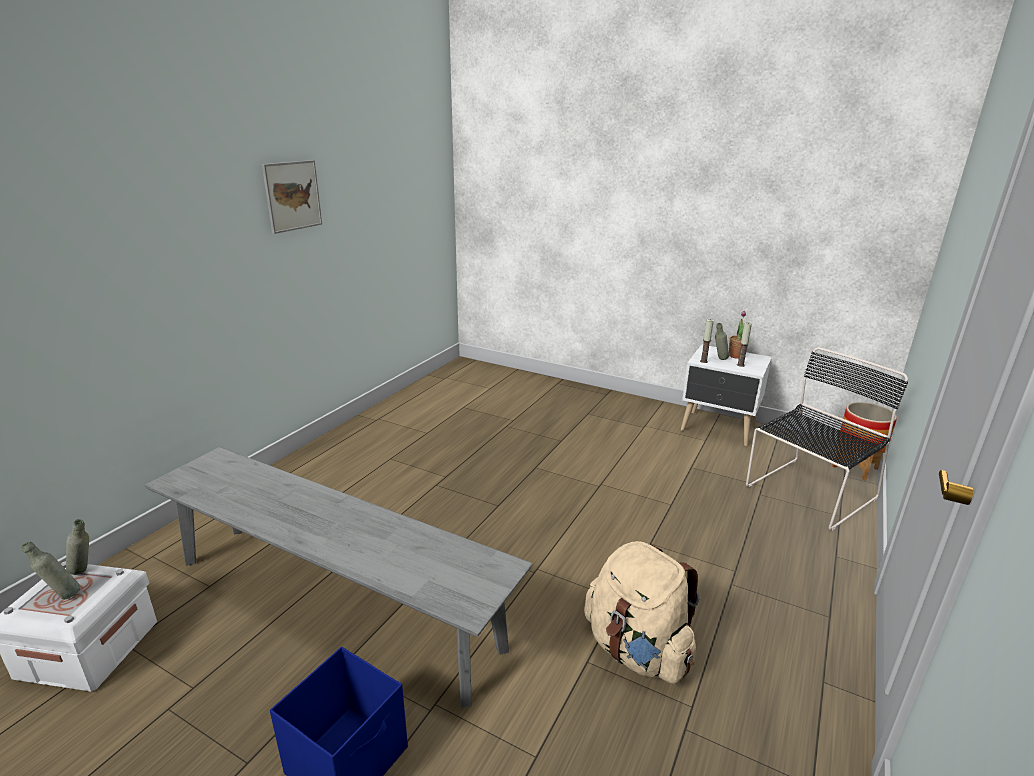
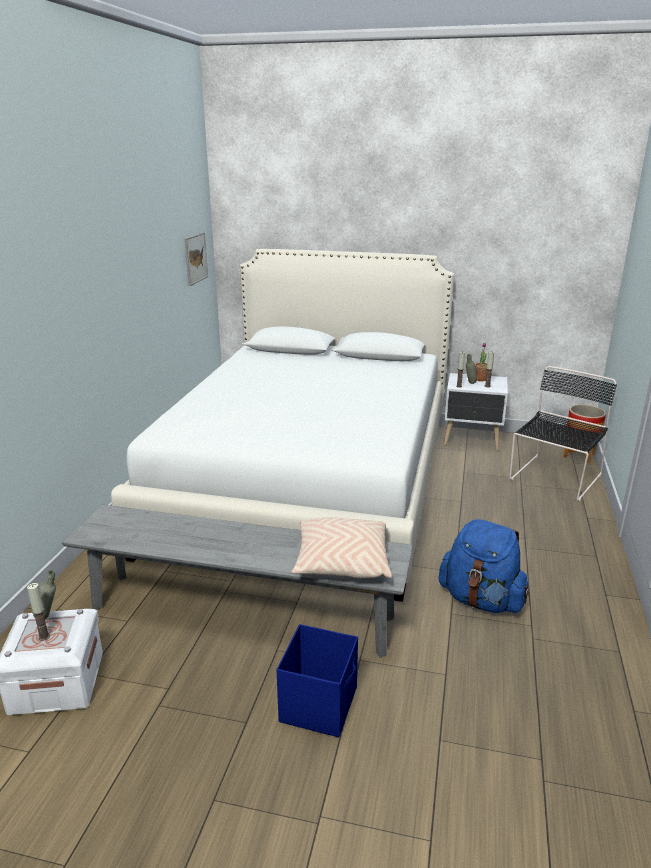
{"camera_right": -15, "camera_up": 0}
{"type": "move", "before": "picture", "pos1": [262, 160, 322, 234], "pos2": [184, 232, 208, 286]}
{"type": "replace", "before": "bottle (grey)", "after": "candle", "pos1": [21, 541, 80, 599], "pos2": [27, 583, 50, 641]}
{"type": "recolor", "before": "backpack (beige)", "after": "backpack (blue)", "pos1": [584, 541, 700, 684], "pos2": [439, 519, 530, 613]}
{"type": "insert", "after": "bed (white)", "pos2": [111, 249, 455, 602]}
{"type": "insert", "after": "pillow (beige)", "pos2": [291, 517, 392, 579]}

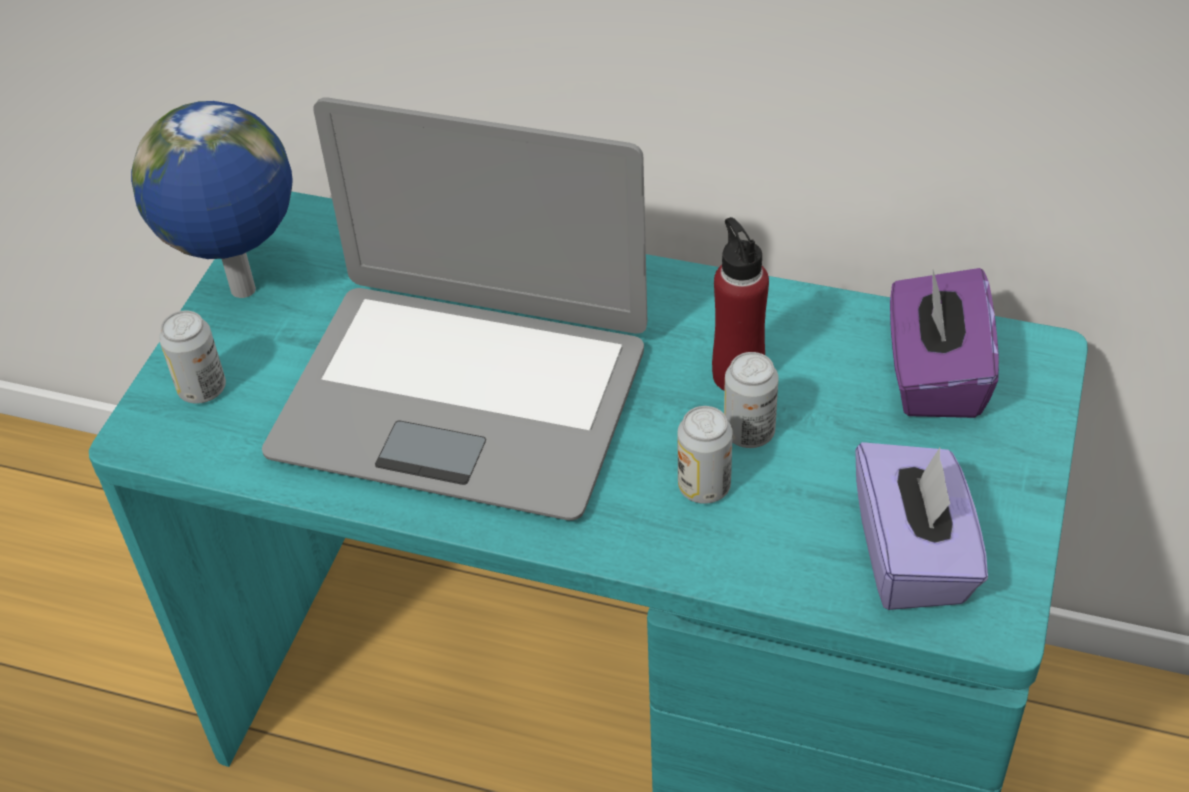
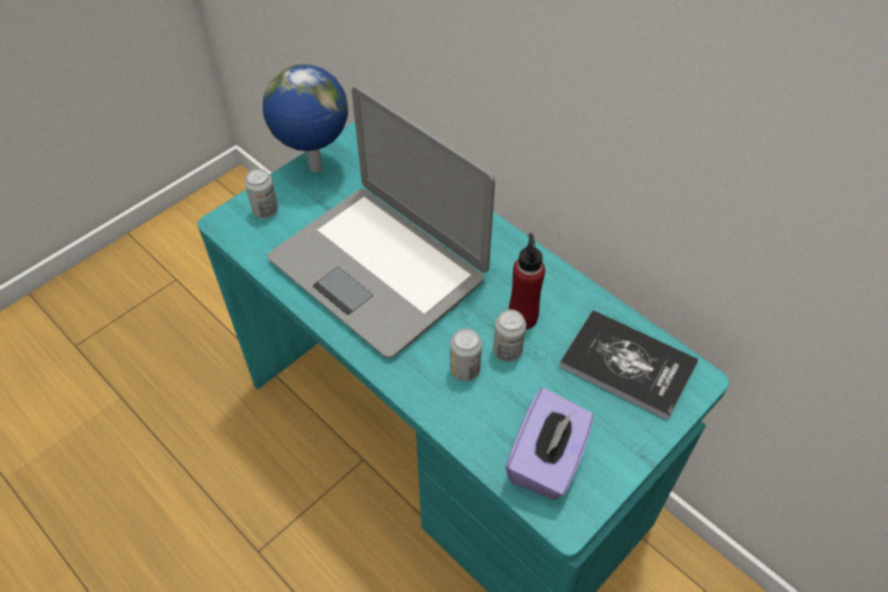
{"camera_right": 25, "camera_up": 5}
{"type": "replace", "before": "tissue box (purple)", "after": "book", "pos1": [890, 268, 999, 418], "pos2": [559, 310, 699, 420]}

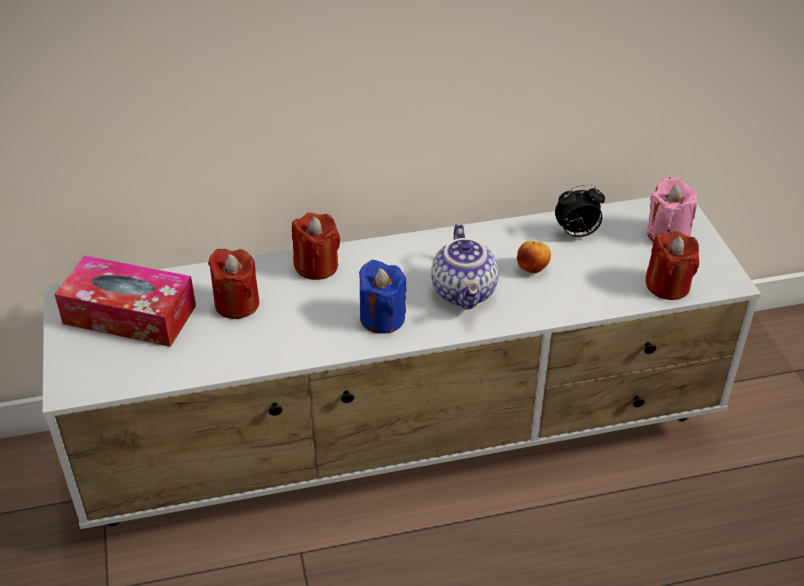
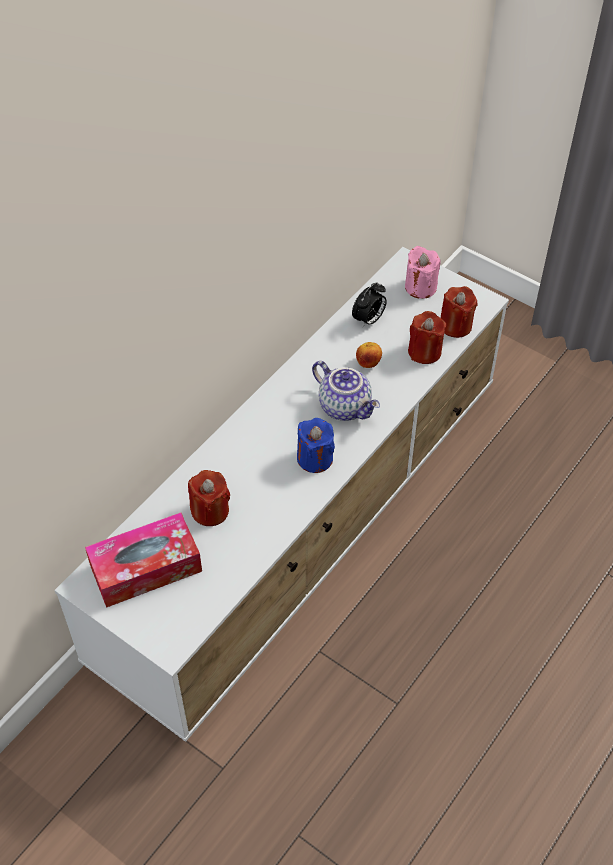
{"camera_right": -40, "camera_up": 10}
{"type": "move", "before": "candle (red)", "pos1": [292, 212, 340, 280], "pos2": [408, 311, 446, 364]}

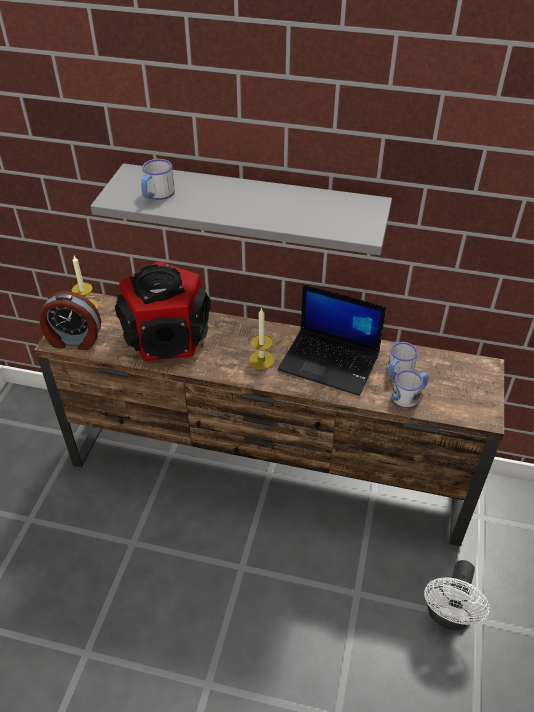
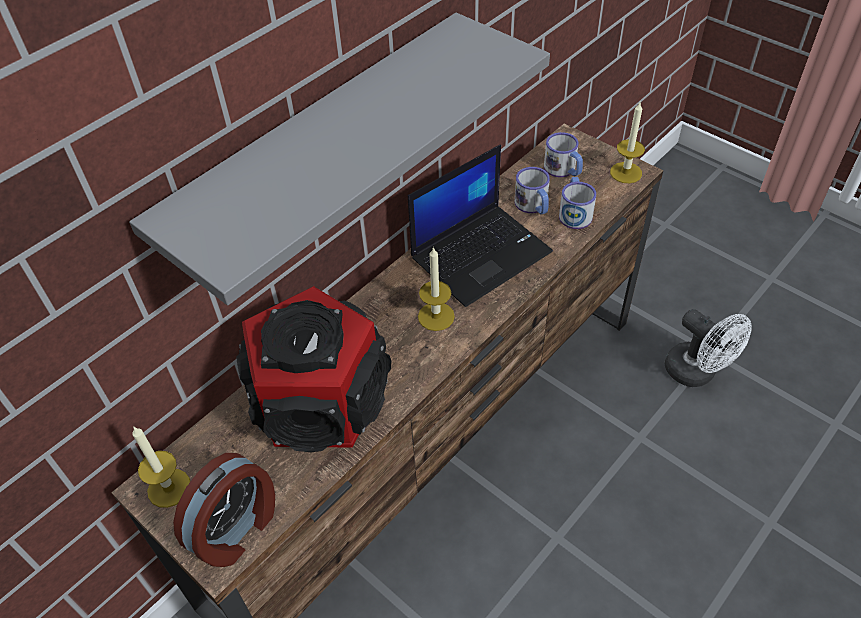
{"camera_right": -60, "camera_up": 5}
{"type": "move", "before": "mug", "pos1": [141, 159, 175, 200], "pos2": [544, 132, 583, 177]}
{"type": "insert", "after": "candle", "pos2": [610, 102, 645, 183]}

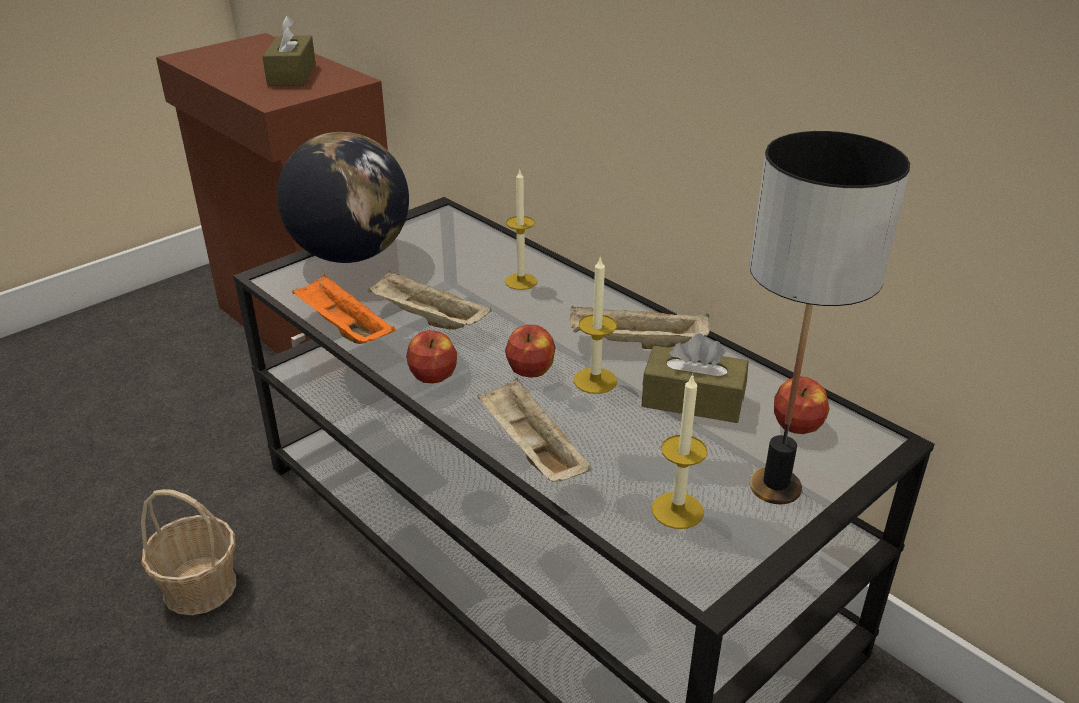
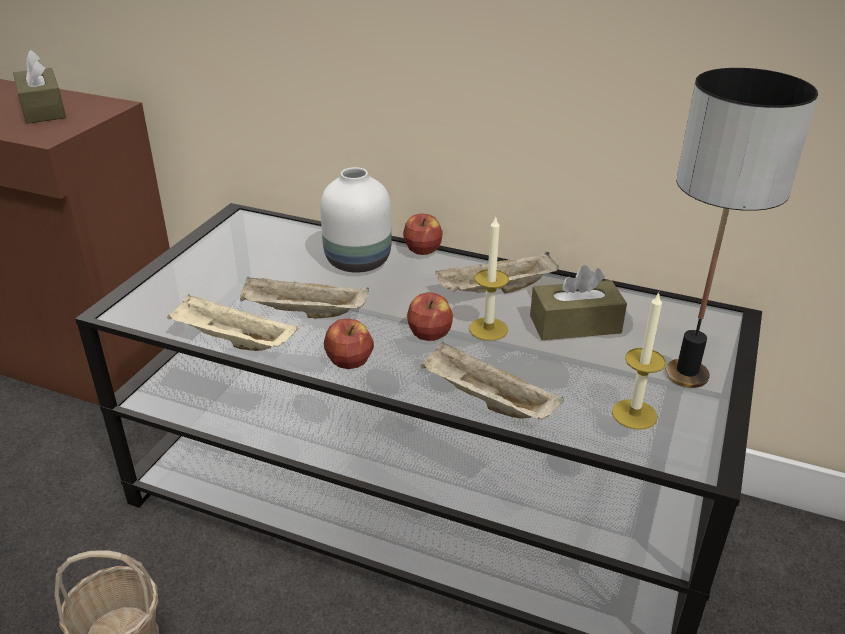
{"camera_right": -25, "camera_up": 0}
{"type": "delete", "before": "globe", "pos1": [277, 132, 409, 263]}
{"type": "replace", "before": "candle", "after": "vase (white)", "pos1": [505, 170, 537, 290], "pos2": [320, 167, 392, 273]}
{"type": "recolor", "before": "tray (orange)", "after": "tray (beige)", "pos1": [292, 274, 396, 344], "pos2": [167, 294, 298, 351]}
{"type": "move", "before": "apple", "pos1": [774, 377, 830, 434], "pos2": [403, 213, 443, 255]}

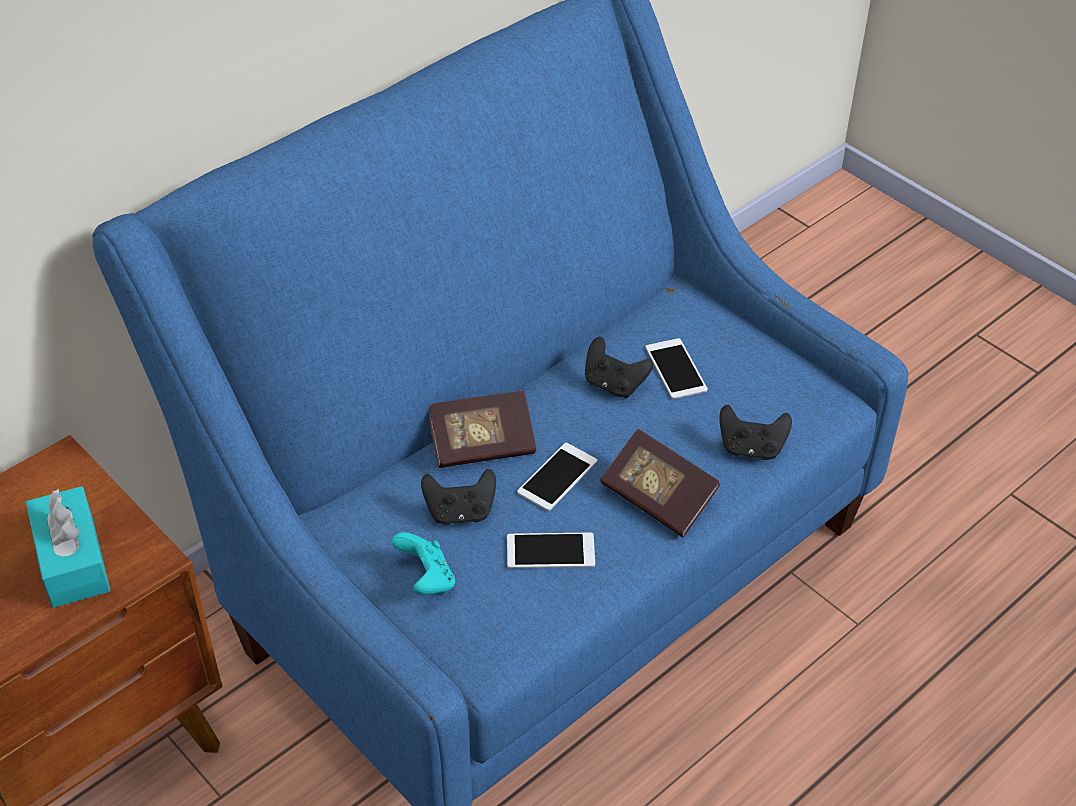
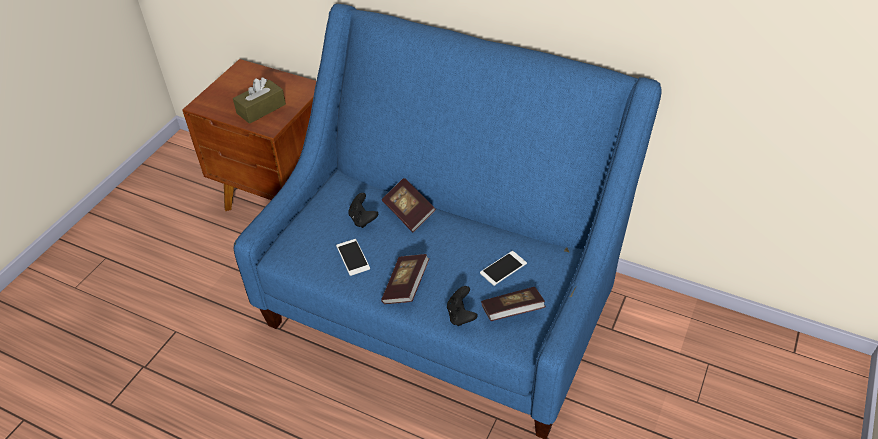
{"camera_right": 70, "camera_up": 0}
{"type": "delete", "before": "game controller (black)", "pos1": [585, 337, 653, 398]}
{"type": "delete", "before": "phone", "pos1": [517, 443, 597, 511]}
{"type": "recolor", "before": "tissue box (turquoise)", "after": "tissue box (brown)", "pos1": [26, 486, 111, 608], "pos2": [233, 77, 286, 124]}
{"type": "delete", "before": "game controller (turquoise)", "pos1": [391, 532, 455, 595]}
{"type": "insert", "after": "book", "pos2": [481, 287, 546, 321]}

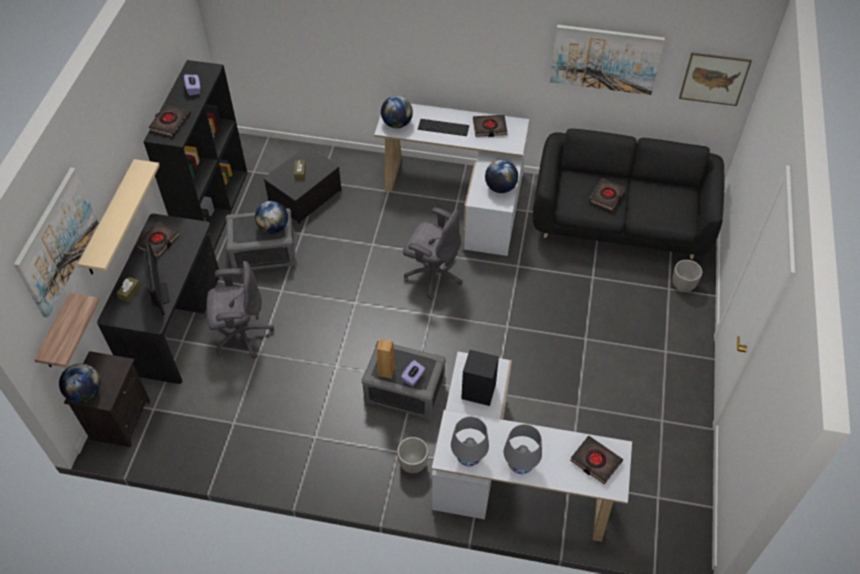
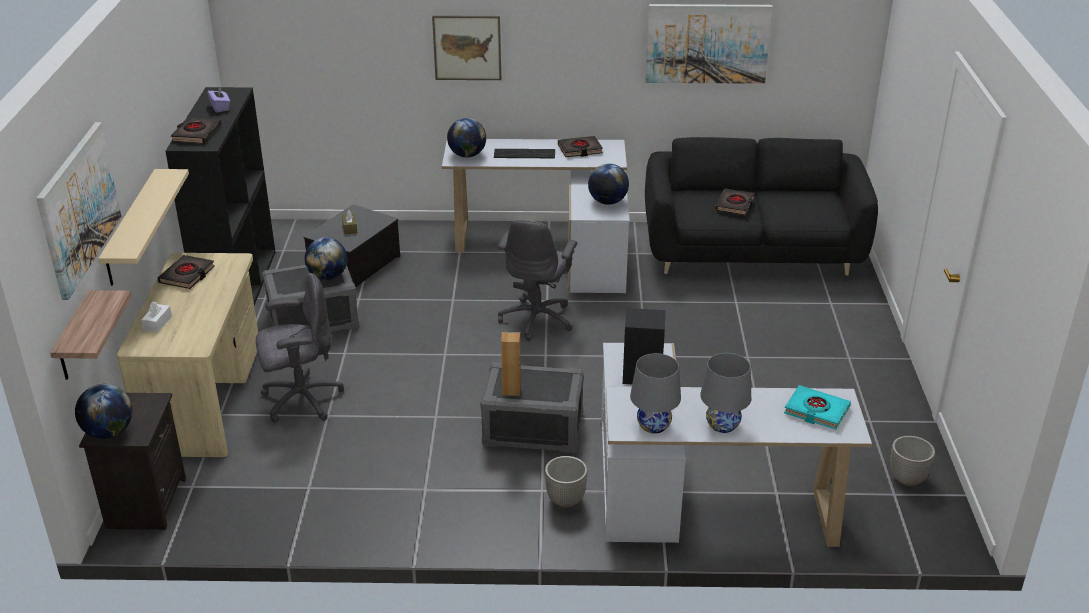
{"camera_right": -10, "camera_up": -20}
{"type": "move", "before": "picture", "pos1": [679, 52, 752, 106], "pos2": [432, 15, 501, 80]}
{"type": "rotate", "before": "office chair (grey)", "pos1": [403, 207, 462, 300], "pos2": [498, 220, 577, 341], "turn": 90}
{"type": "recolor", "before": "desk (black)", "after": "desk (beige)", "pos1": [97, 214, 219, 384], "pos2": [117, 253, 258, 457]}
{"type": "delete", "before": "monitor", "pos1": [143, 238, 169, 315]}
{"type": "move", "before": "planter", "pos1": [672, 260, 702, 292], "pos2": [890, 436, 935, 486]}
{"type": "recolor", "before": "tissue box (brown)", "after": "tissue box (white)", "pos1": [117, 277, 141, 302], "pos2": [141, 301, 172, 333]}
{"type": "delete", "before": "tissue box (purple)", "pos1": [401, 360, 425, 387]}
{"type": "recolor", "before": "book (black)", "after": "book (turquoise)", "pos1": [570, 436, 623, 485], "pos2": [784, 385, 851, 430]}

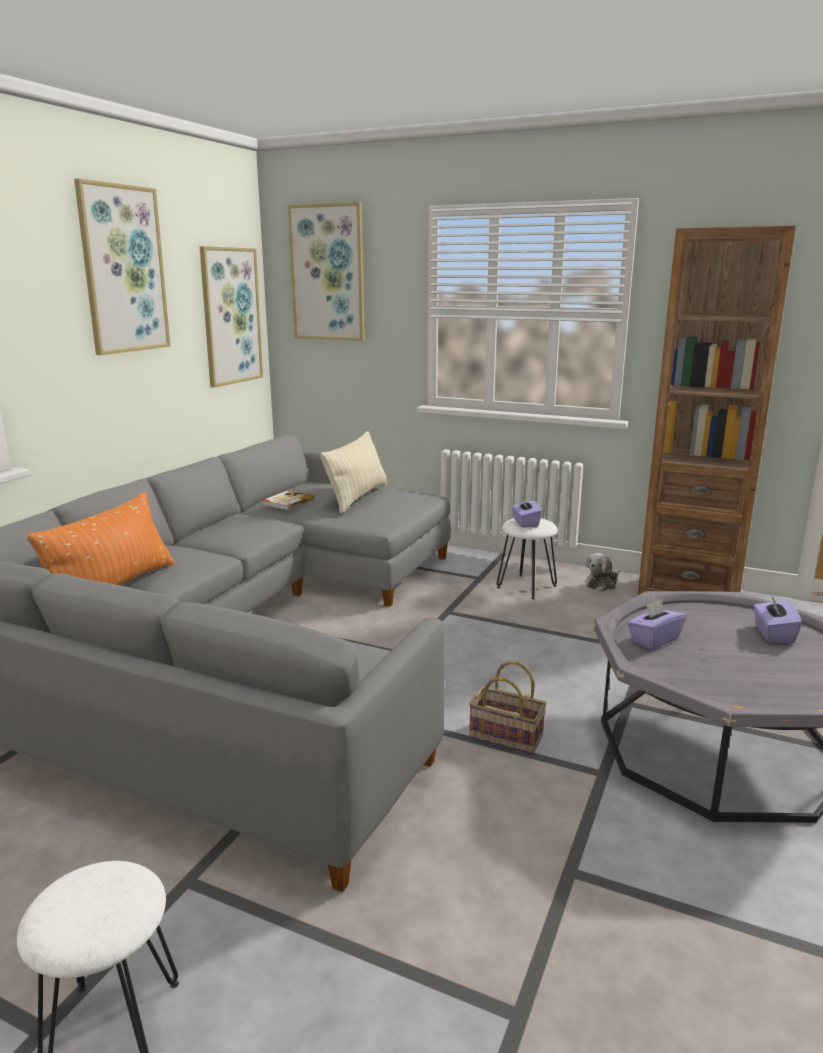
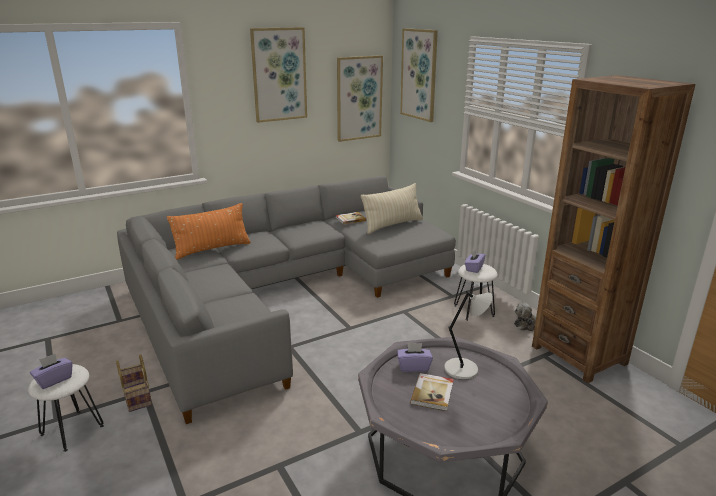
{"camera_right": 35, "camera_up": 5}
{"type": "move", "before": "tissue box (purple)", "pos1": [753, 594, 802, 644], "pos2": [30, 354, 72, 389]}
{"type": "move", "before": "basket", "pos1": [469, 661, 546, 755], "pos2": [116, 354, 152, 412]}
{"type": "insert", "after": "table lamp (grey)", "pos2": [444, 290, 493, 380]}
{"type": "insert", "after": "book", "pos2": [410, 373, 454, 411]}

